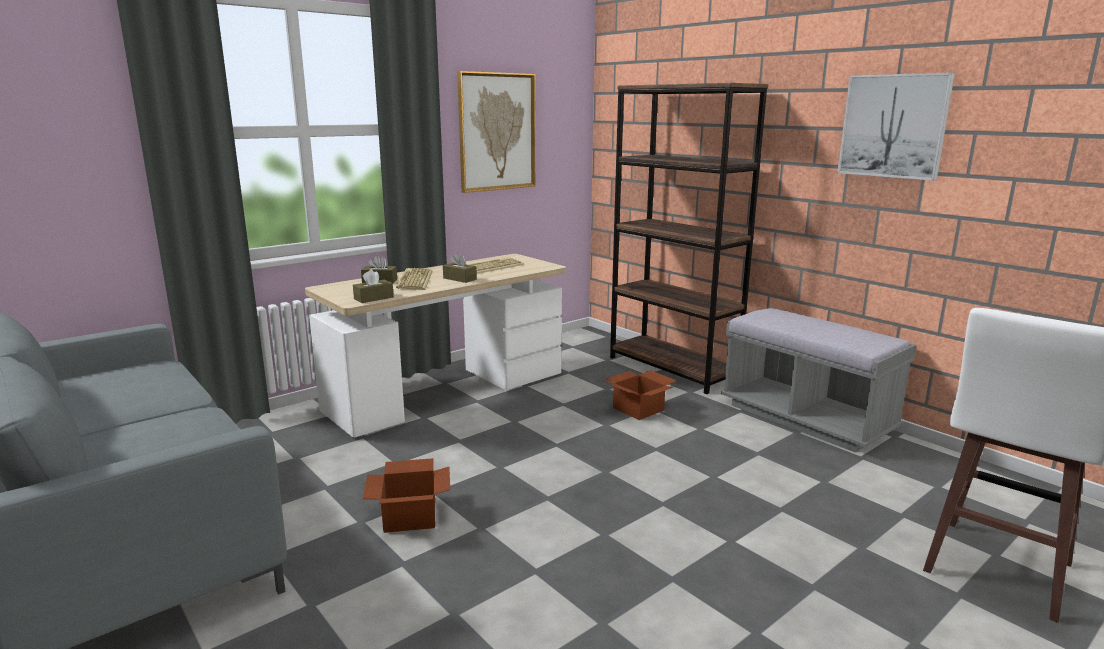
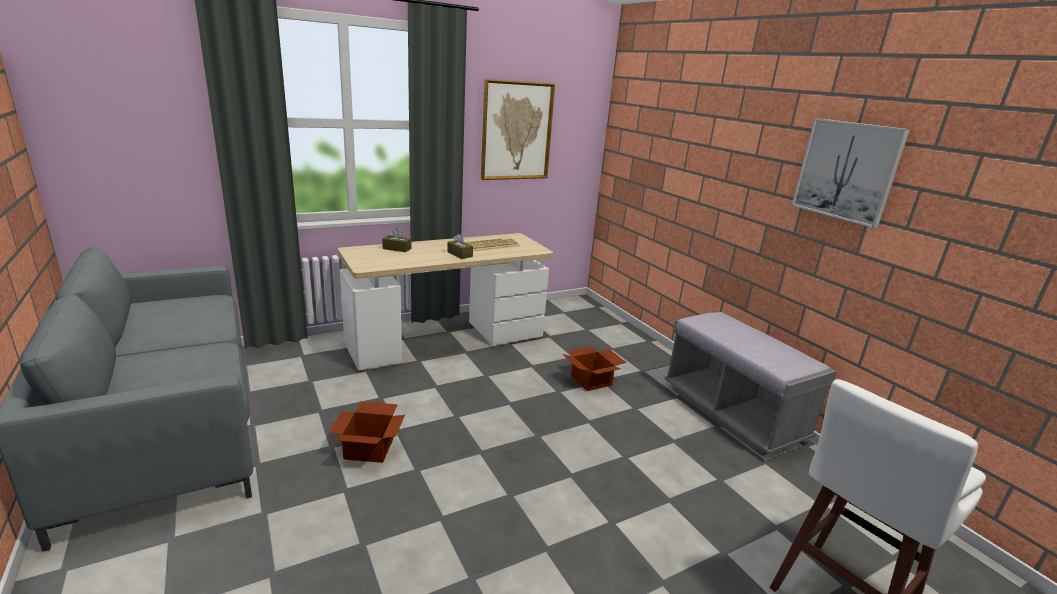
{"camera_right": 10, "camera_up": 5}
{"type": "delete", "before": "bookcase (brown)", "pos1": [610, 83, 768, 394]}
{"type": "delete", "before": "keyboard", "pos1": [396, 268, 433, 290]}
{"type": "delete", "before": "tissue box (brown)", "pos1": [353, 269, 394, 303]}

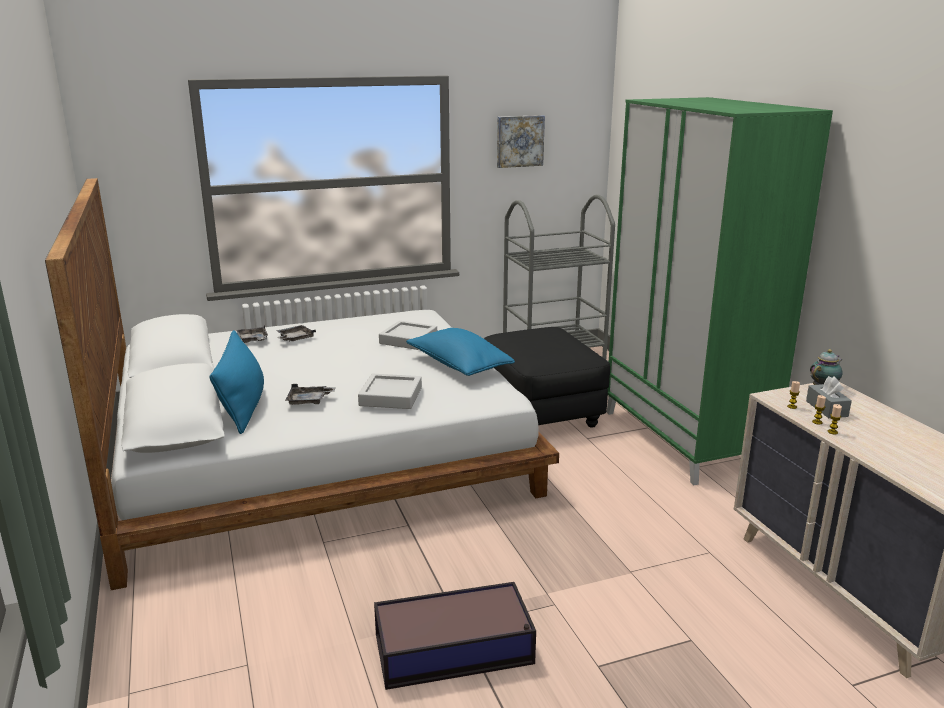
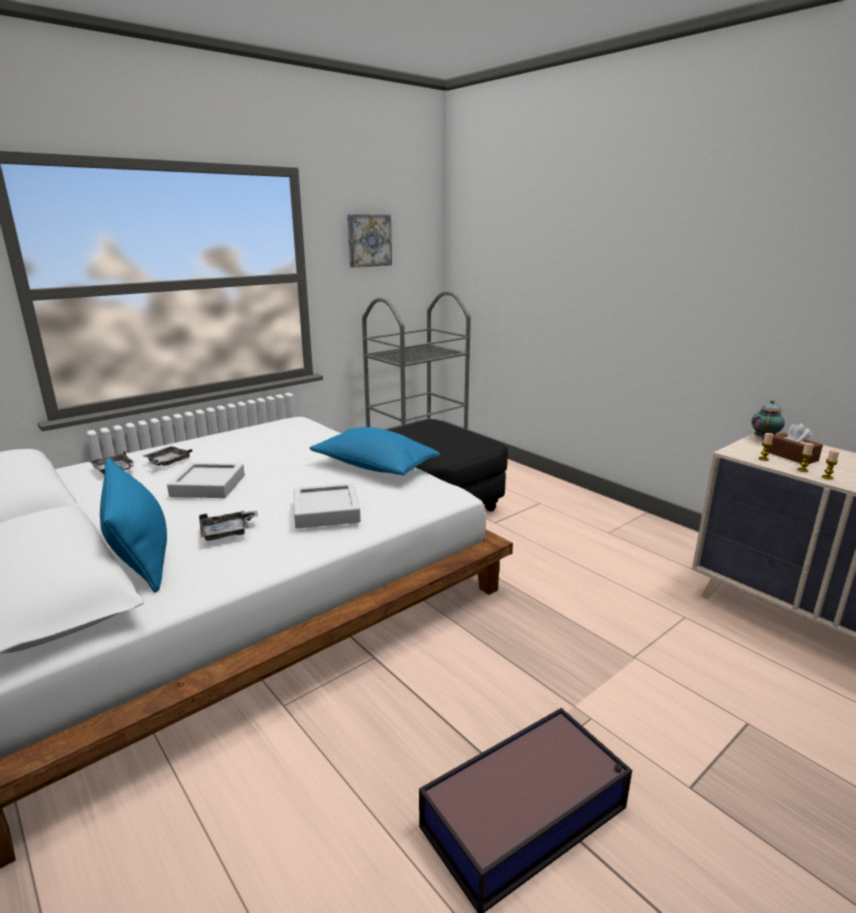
{"camera_right": -20, "camera_up": 0}
{"type": "delete", "before": "wardrobe (green)", "pos1": [607, 97, 833, 485]}
{"type": "move", "before": "tray (grey)", "pos1": [379, 321, 437, 350], "pos2": [167, 462, 245, 498]}
{"type": "recolor", "before": "tissue box (grey)", "after": "tissue box (brown)", "pos1": [806, 376, 852, 418], "pos2": [768, 423, 823, 464]}

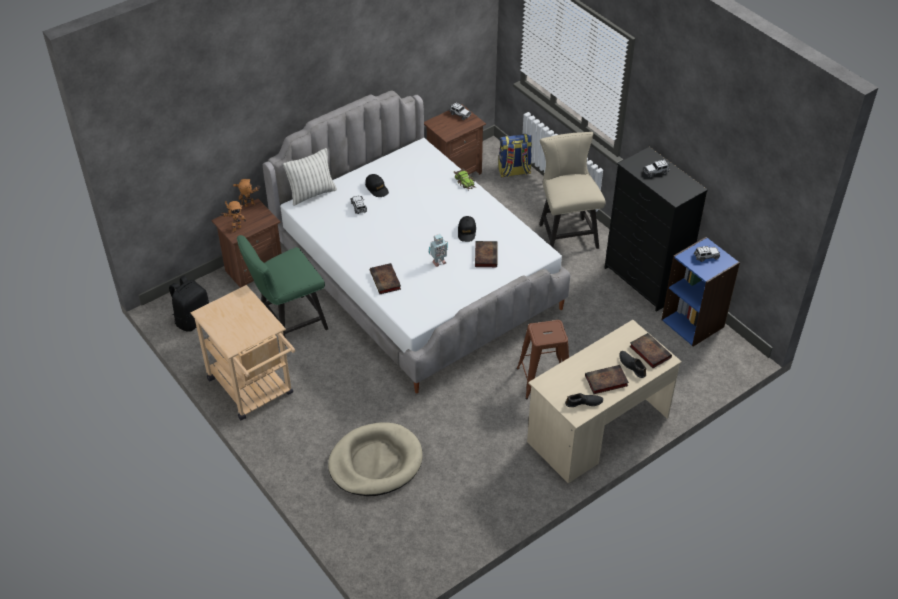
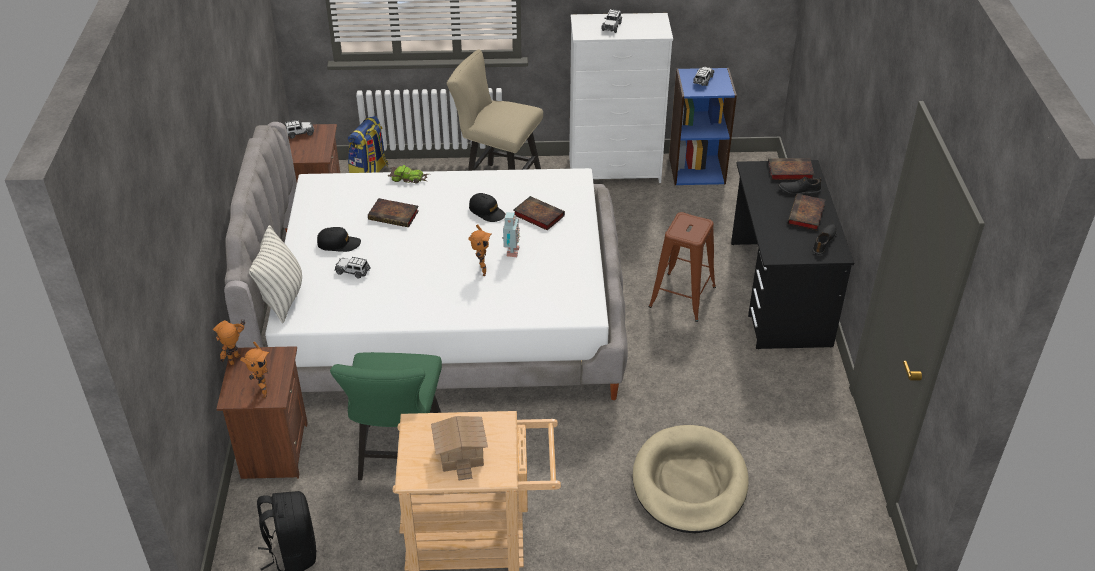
{"camera_right": -55, "camera_up": -5}
{"type": "recolor", "before": "dresser (black)", "after": "dresser (white)", "pos1": [605, 147, 708, 312], "pos2": [569, 13, 673, 183]}
{"type": "move", "before": "book", "pos1": [370, 263, 401, 294], "pos2": [368, 198, 419, 227]}
{"type": "recolor", "before": "desk (beige)", "after": "desk (black)", "pos1": [527, 320, 682, 483], "pos2": [731, 160, 854, 349]}
{"type": "insert", "after": "toy robot", "pos2": [468, 224, 491, 276]}
{"type": "insert", "after": "toy house", "pos2": [431, 416, 488, 481]}

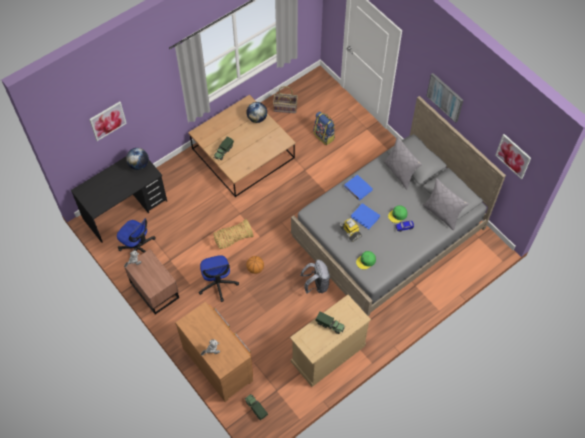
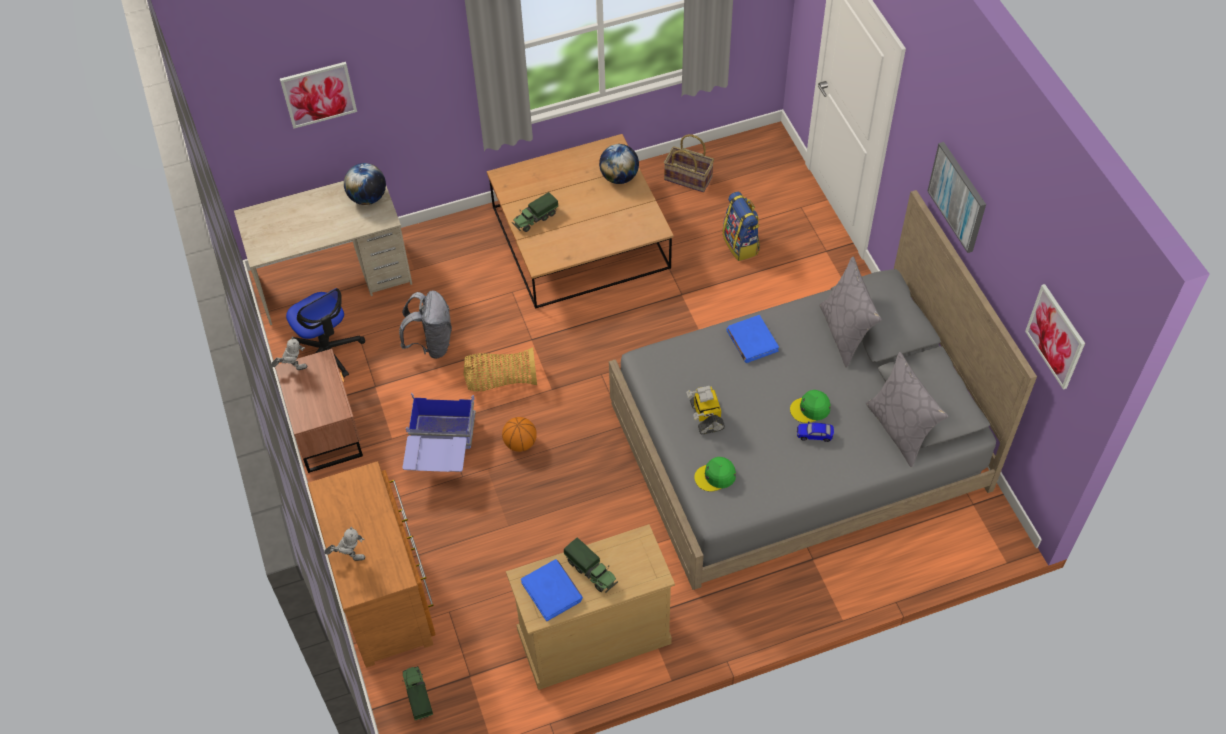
{"camera_right": 20, "camera_up": -5}
{"type": "recolor", "before": "desk (black)", "after": "desk (beige)", "pos1": [71, 157, 167, 243], "pos2": [234, 181, 412, 325]}
{"type": "move", "before": "book (blue)", "pos1": [351, 203, 380, 229], "pos2": [521, 559, 583, 621]}
{"type": "replace", "before": "office chair", "after": "storage box (blue)", "pos1": [198, 255, 239, 302], "pos2": [403, 393, 476, 472]}
{"type": "move", "before": "backpack (grey)", "pos1": [300, 260, 330, 294], "pos2": [399, 290, 452, 359]}

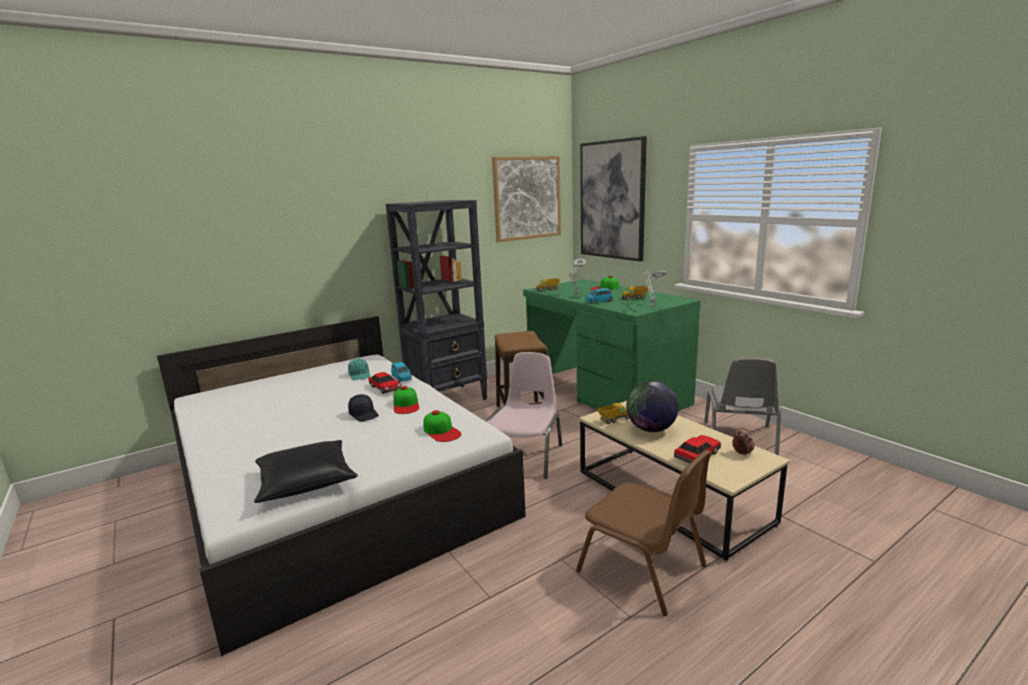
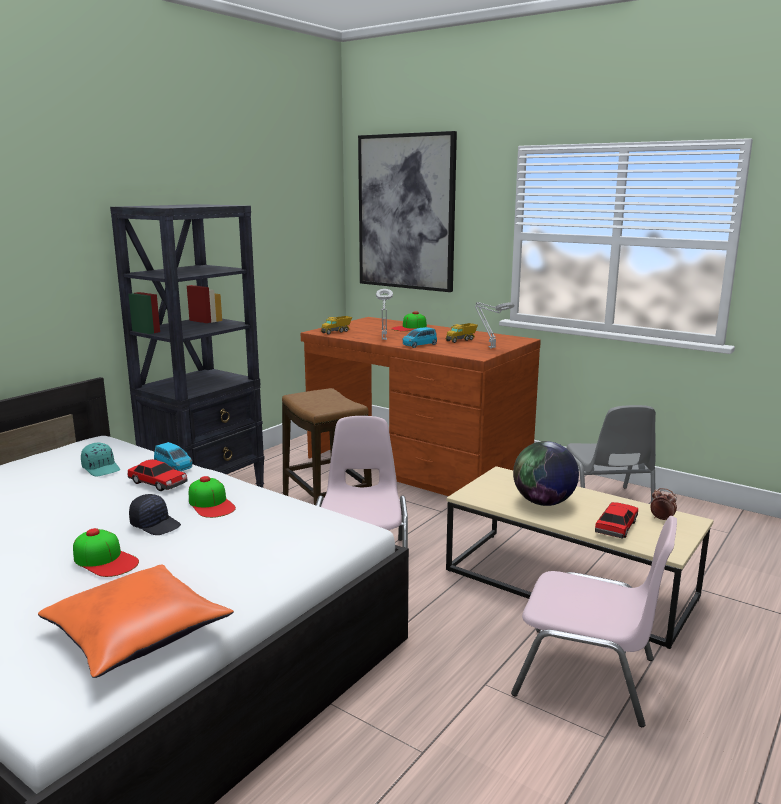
{"camera_right": -20, "camera_up": 0}
{"type": "delete", "before": "picture", "pos1": [492, 156, 561, 242]}
{"type": "recolor", "before": "desk (green)", "after": "desk (brown)", "pos1": [523, 279, 701, 411], "pos2": [301, 317, 541, 496]}
{"type": "delete", "before": "toy truck", "pos1": [597, 402, 629, 424]}
{"type": "move", "before": "cap", "pos1": [423, 410, 461, 442], "pos2": [73, 528, 139, 577]}
{"type": "recolor", "before": "pillow (black)", "after": "pillow (orange)", "pos1": [254, 440, 358, 503], "pos2": [38, 564, 234, 678]}
{"type": "recolor", "before": "chair (brown)", "after": "chair (pink)", "pos1": [576, 450, 712, 616], "pos2": [511, 516, 677, 727]}

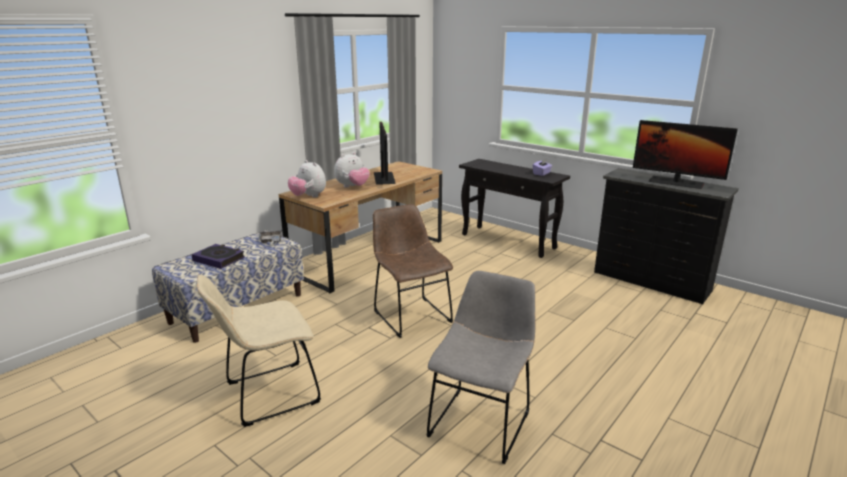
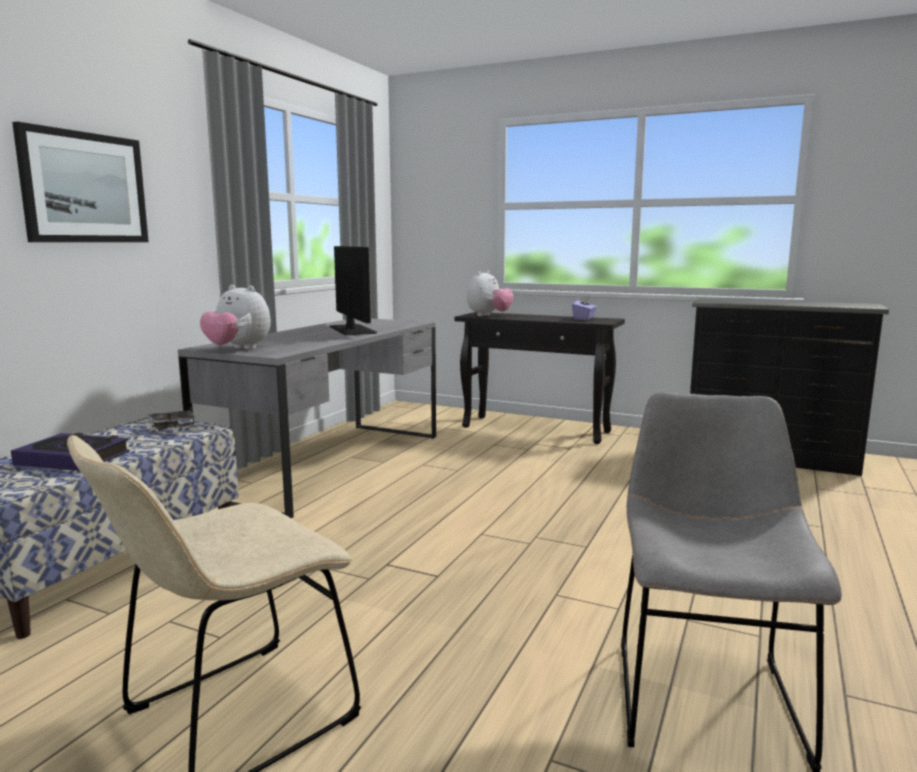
{"camera_right": -15, "camera_up": -10}
{"type": "delete", "before": "monitor", "pos1": [633, 120, 738, 189]}
{"type": "move", "before": "plush toy", "pos1": [334, 152, 370, 188], "pos2": [467, 271, 514, 316]}
{"type": "recolor", "before": "desk (brown)", "after": "desk (grey)", "pos1": [279, 161, 442, 293], "pos2": [178, 318, 436, 518]}
{"type": "delete", "before": "chair (brown)", "pos1": [373, 204, 453, 338]}
{"type": "insert", "after": "picture", "pos2": [12, 122, 149, 242]}

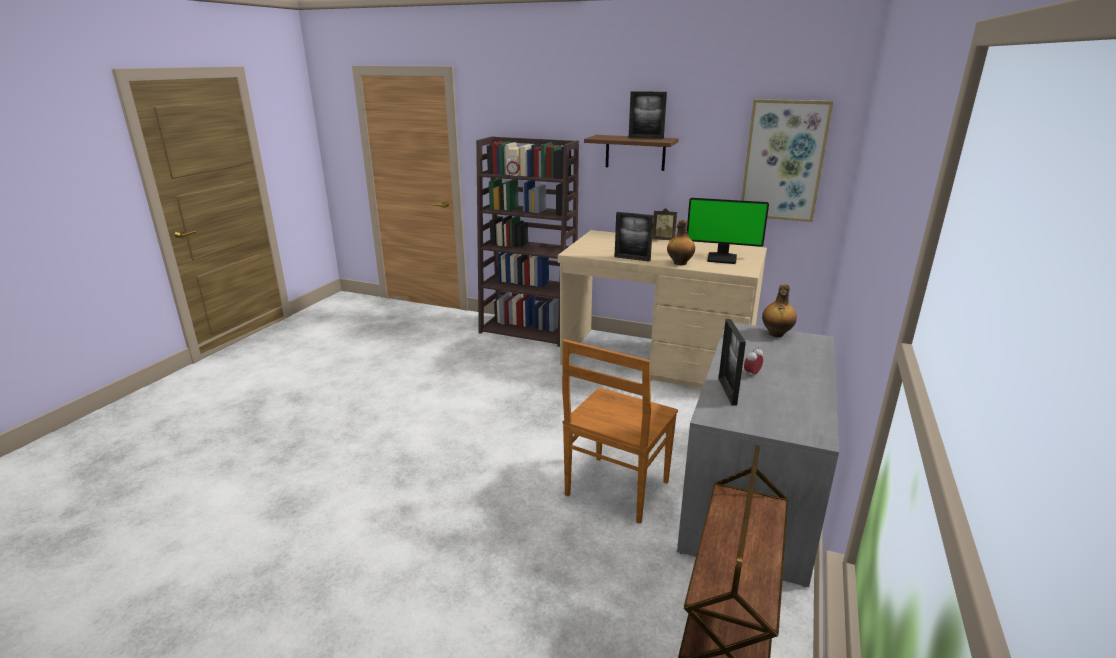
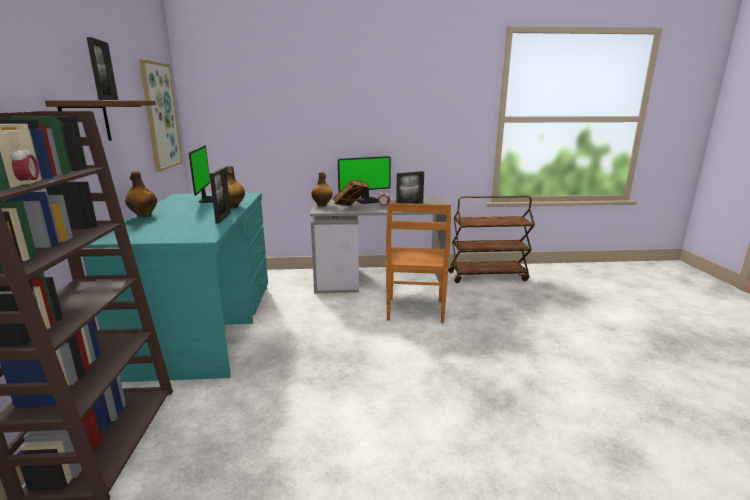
{"camera_right": -115, "camera_up": -5}
{"type": "replace", "before": "picture frame", "after": "bottle", "pos1": [652, 208, 677, 240], "pos2": [125, 172, 157, 217]}
{"type": "recolor", "before": "desk (beige)", "after": "desk (turquoise)", "pos1": [558, 230, 767, 389], "pos2": [83, 193, 268, 382]}
{"type": "rotate", "before": "chair (brown)", "pos1": [562, 339, 678, 524], "pos2": [386, 203, 451, 323], "turn": 90}
{"type": "insert", "after": "monitor", "pos2": [338, 156, 391, 204]}
{"type": "insert", "after": "book", "pos2": [333, 180, 370, 206]}

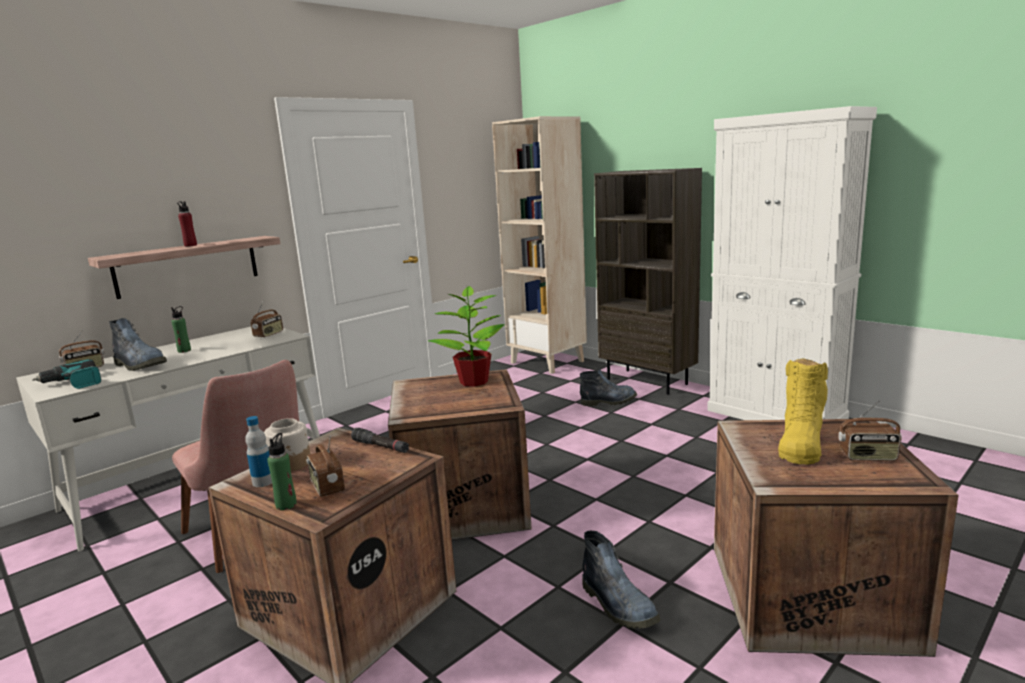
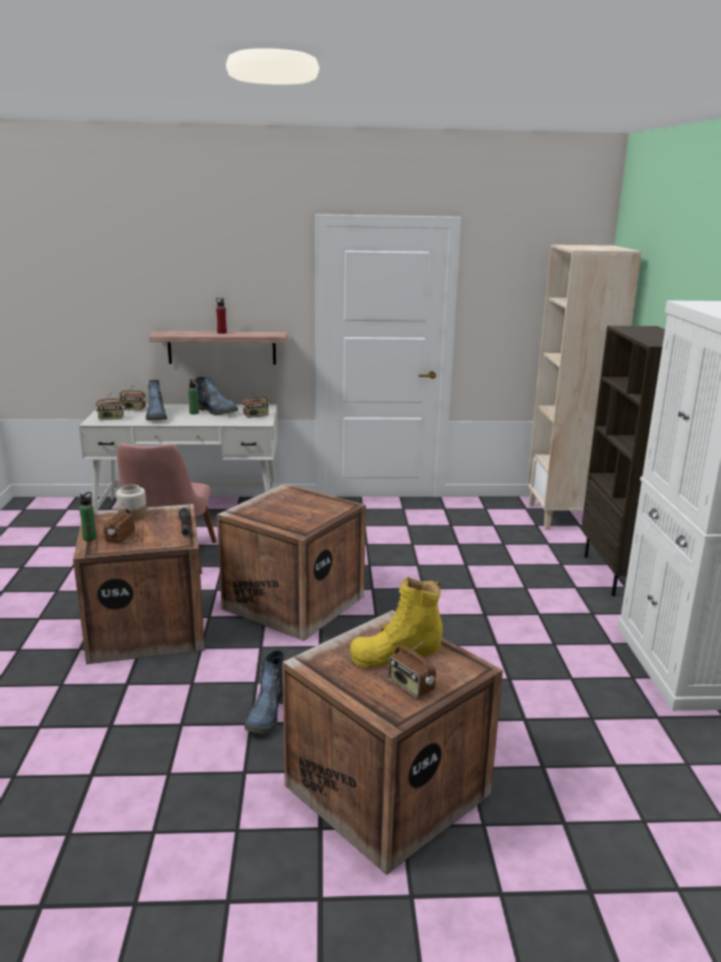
{"camera_right": 40, "camera_up": 5}
{"type": "delete", "before": "potted plant", "pos1": [428, 286, 505, 387]}
{"type": "replace", "before": "power drill", "after": "radio", "pos1": [32, 359, 101, 389], "pos2": [96, 390, 125, 420]}
{"type": "move", "before": "boot", "pos1": [580, 369, 637, 406], "pos2": [196, 377, 238, 415]}
{"type": "delete", "before": "bottle", "pos1": [245, 416, 272, 487]}

